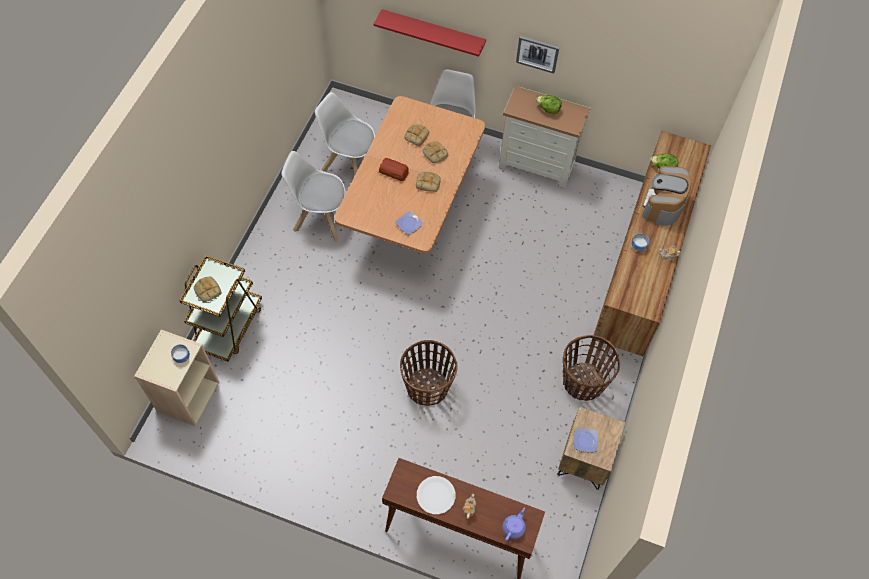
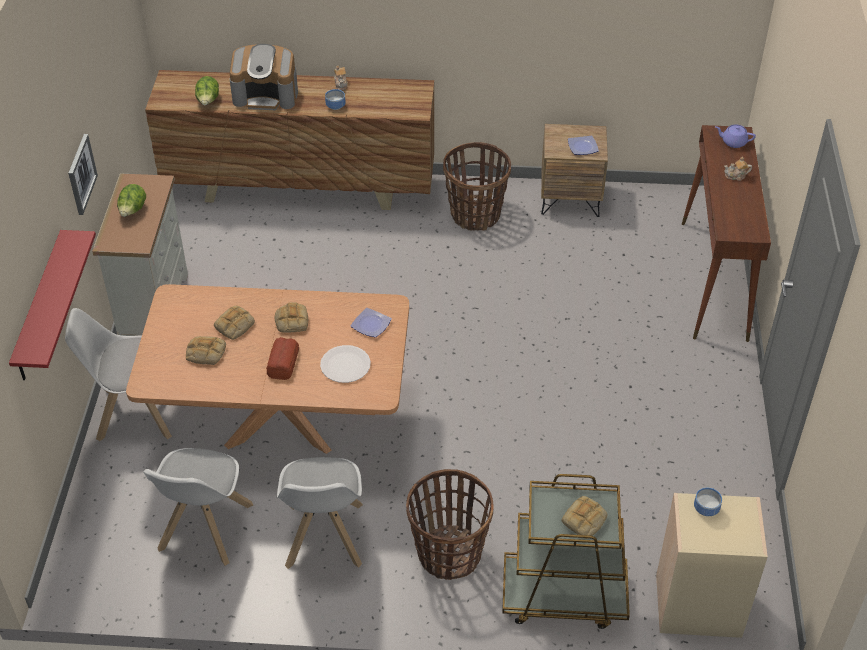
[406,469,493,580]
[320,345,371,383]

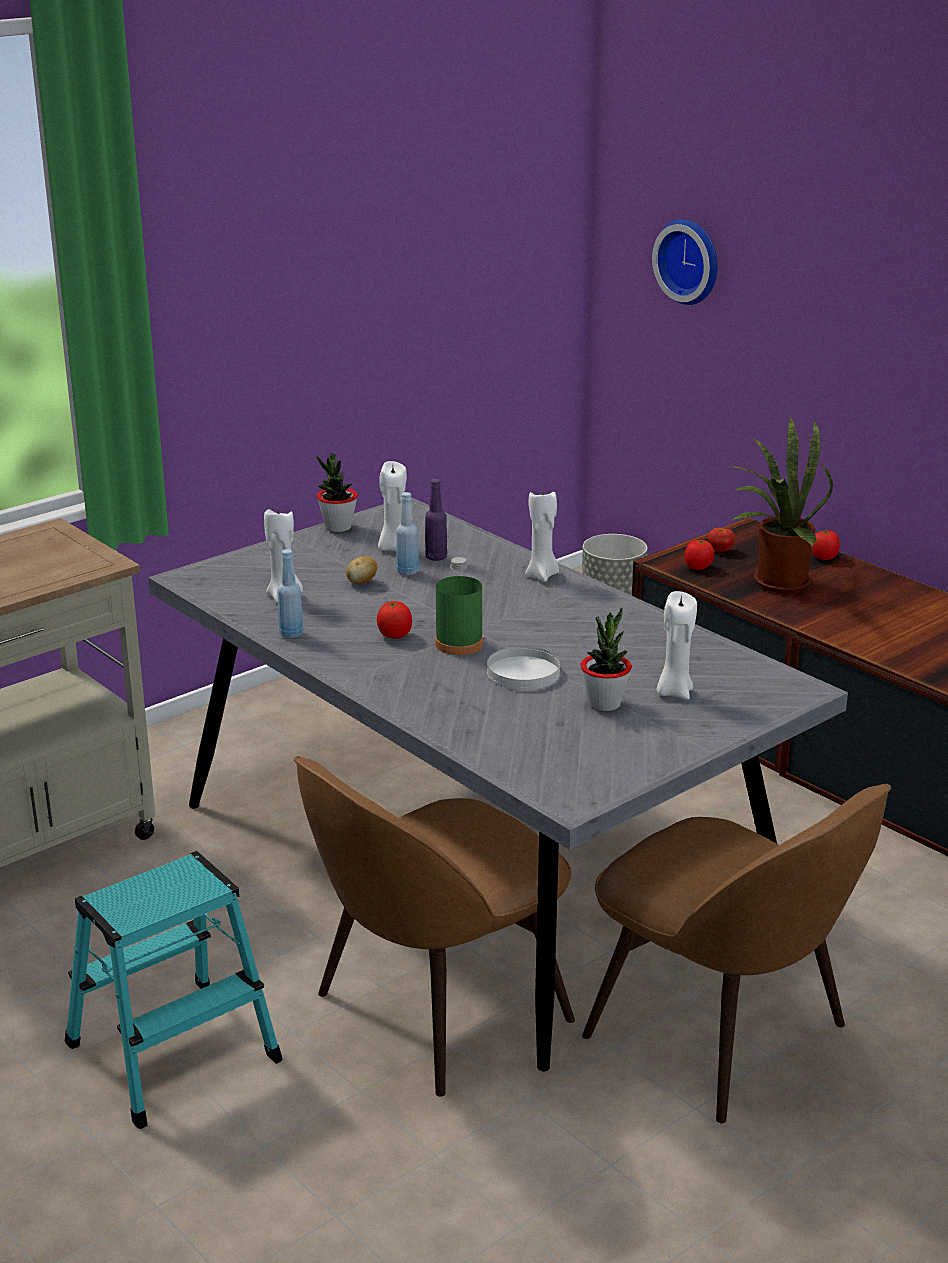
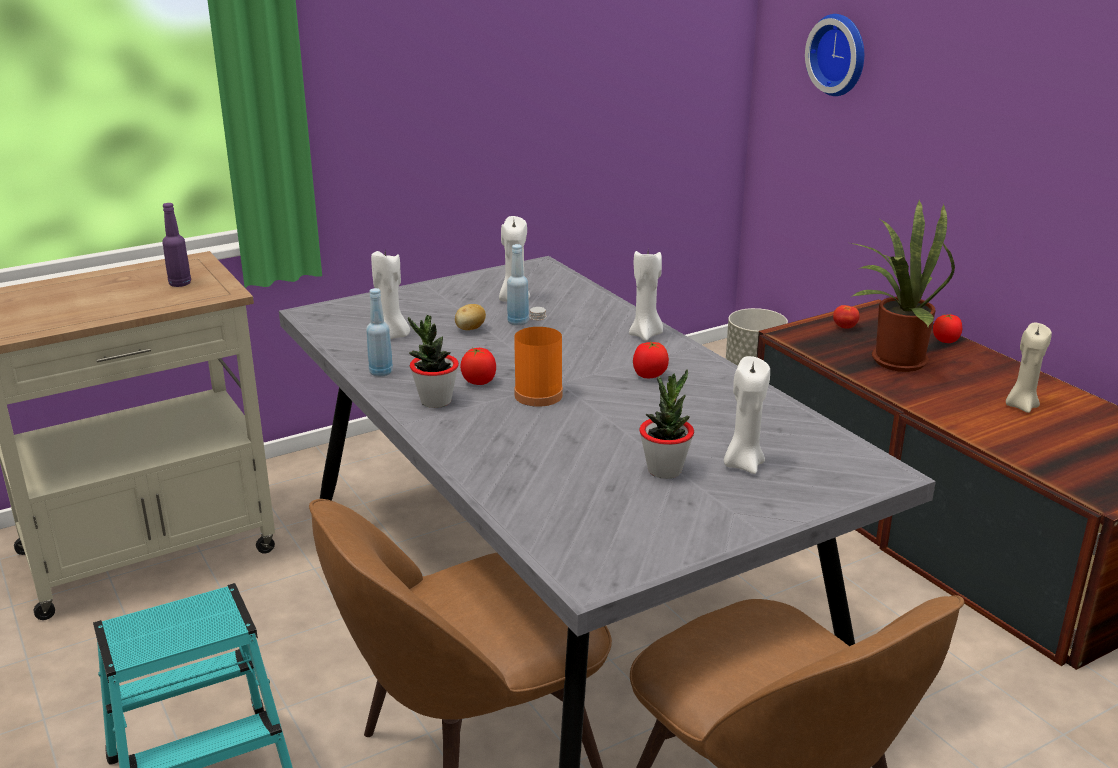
[487,646,560,690] (first image)
[1006,323,1052,413]
[408,315,459,408]
[162,203,191,287]
[633,341,669,378]
[514,307,563,407]

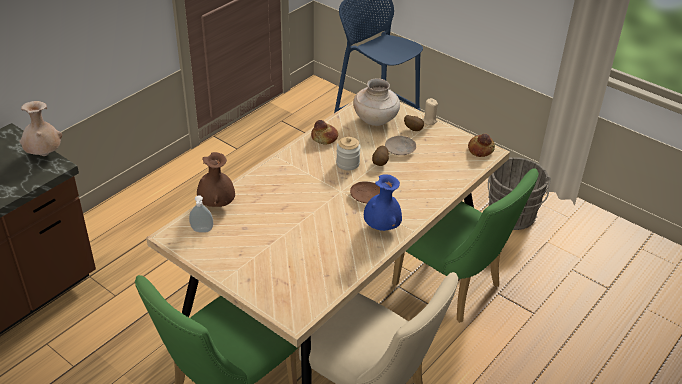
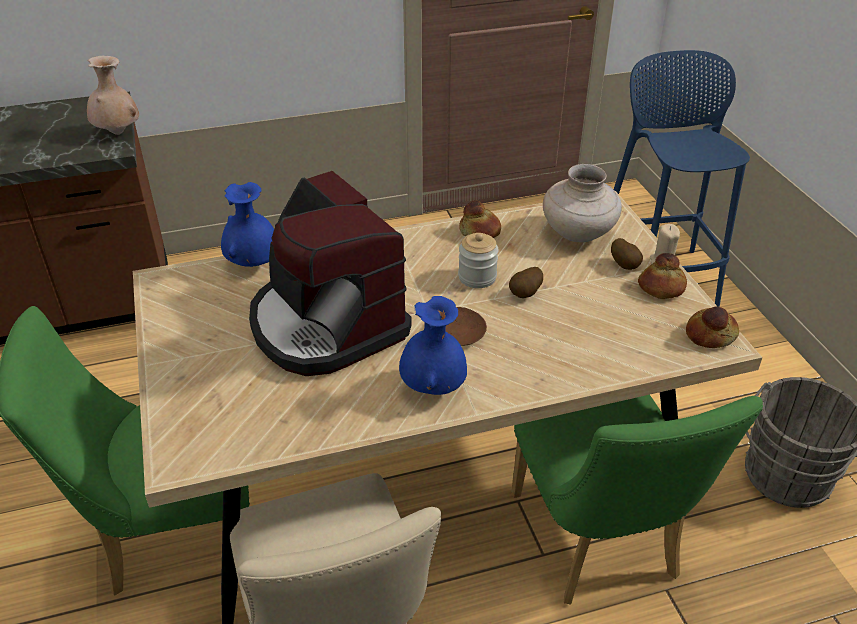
[189,195,213,233] (first image)
[385,136,416,155] (first image)
[249,171,412,376]
[638,253,687,299]
[221,182,274,267]

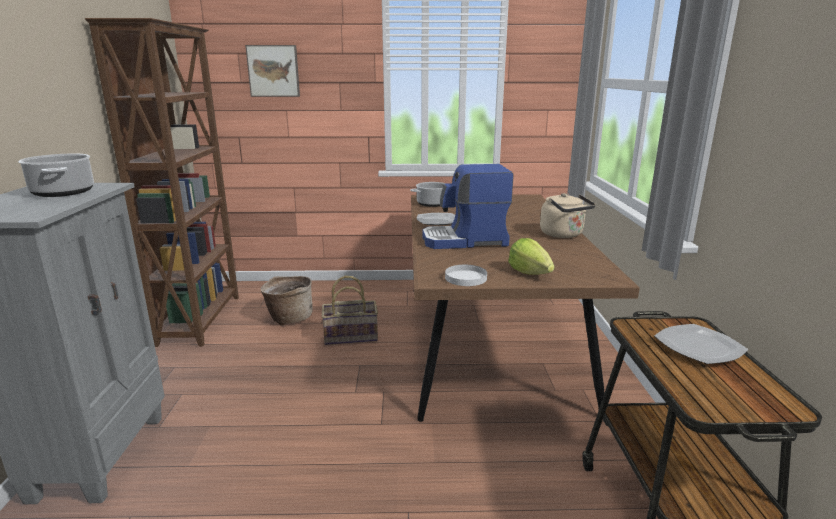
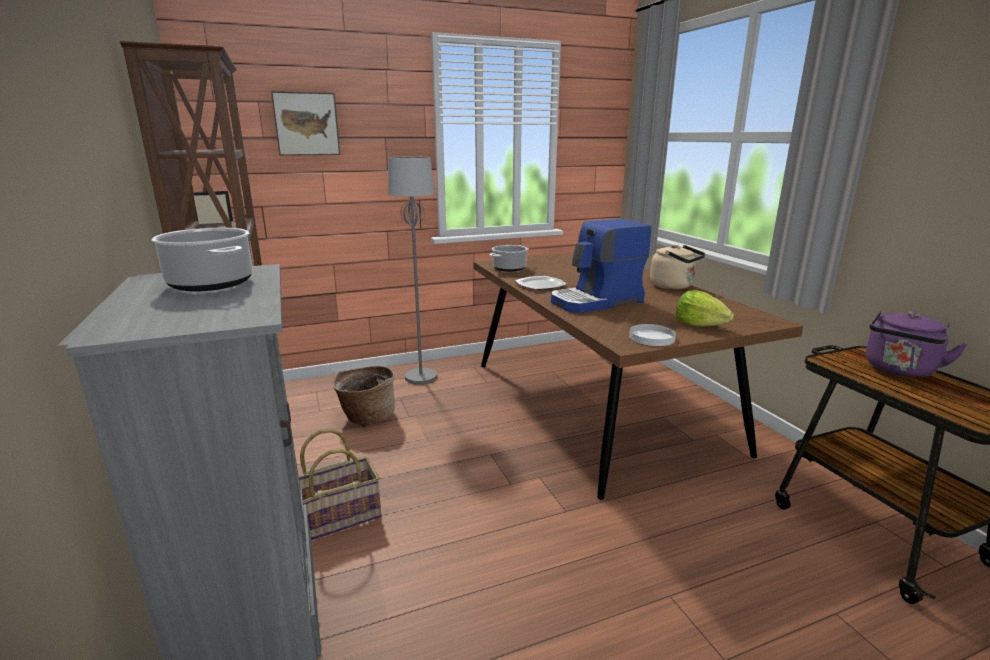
[388,157,437,384]
[298,429,381,540]
[866,310,968,377]

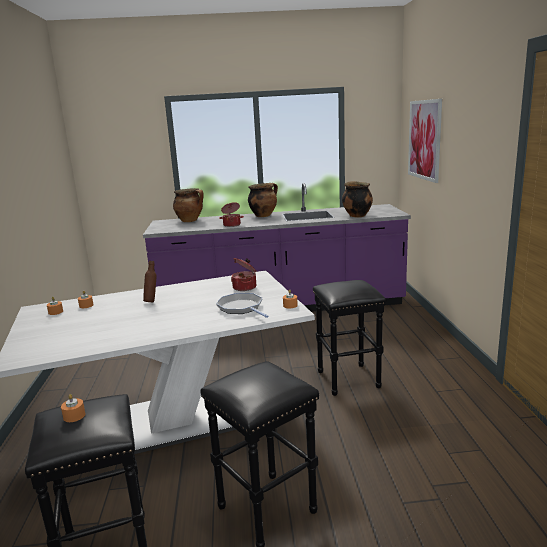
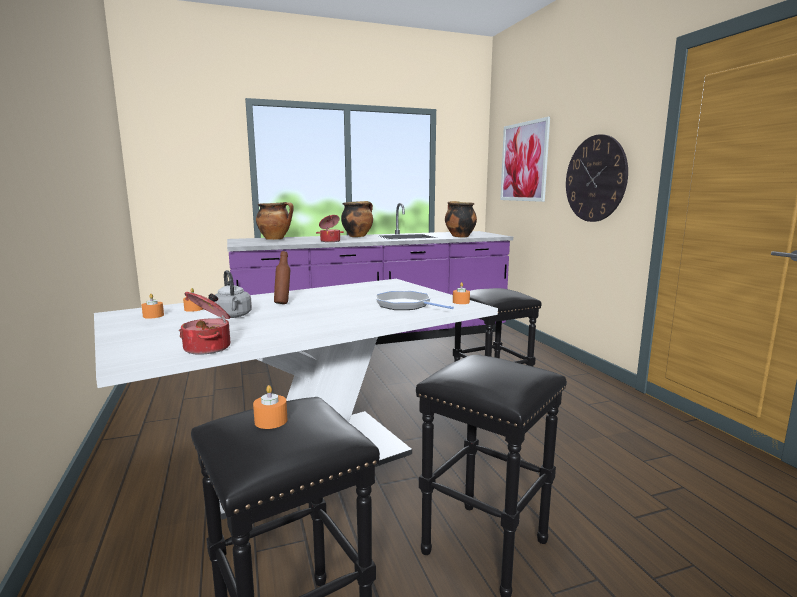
[215,270,252,318]
[566,134,628,222]
[179,292,230,355]

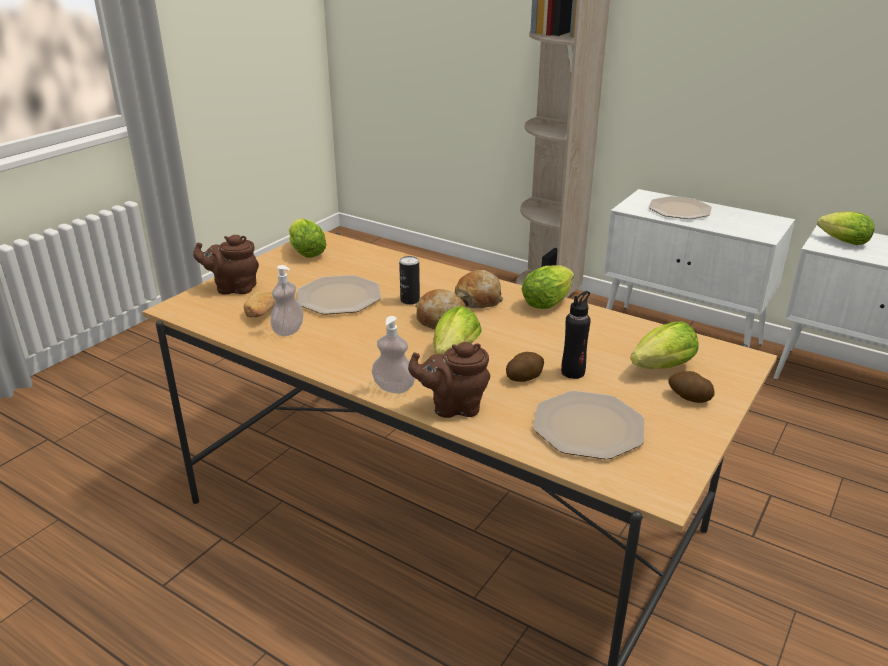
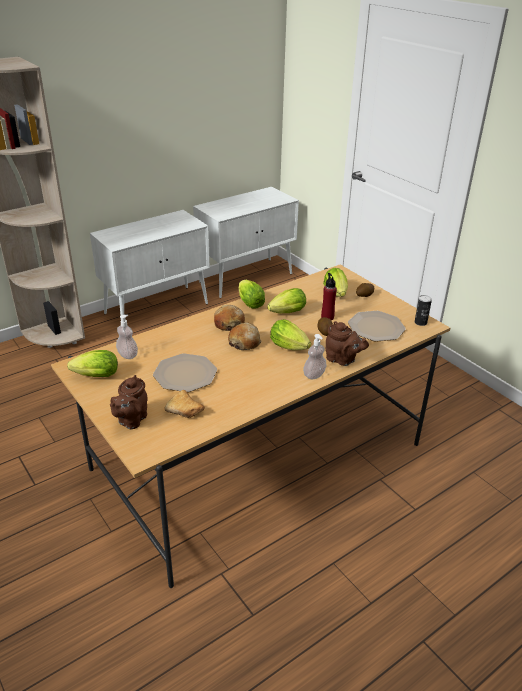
[649,196,712,219] (first image)
[116,315,138,359]
[415,295,432,326]
[267,288,306,313]
[321,273,337,320]
[326,321,369,366]

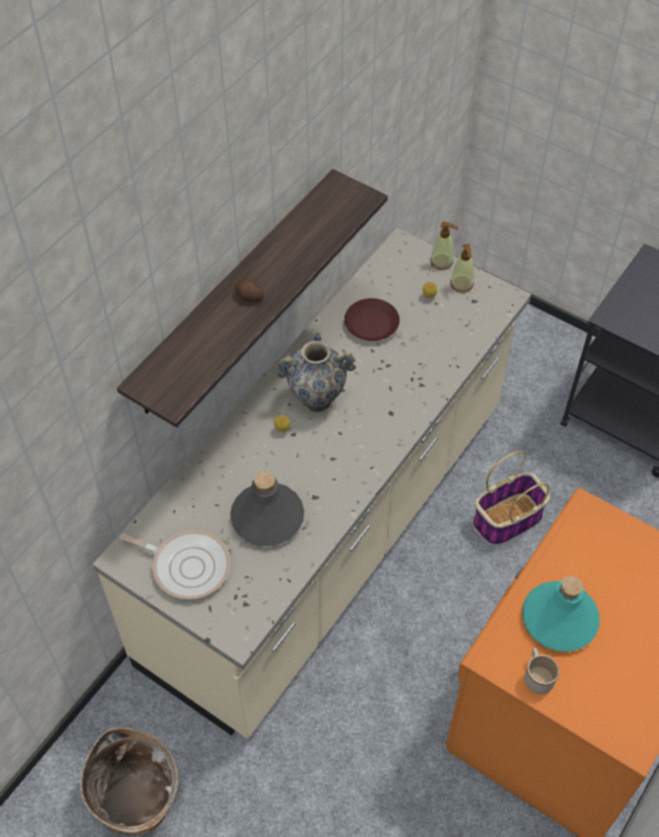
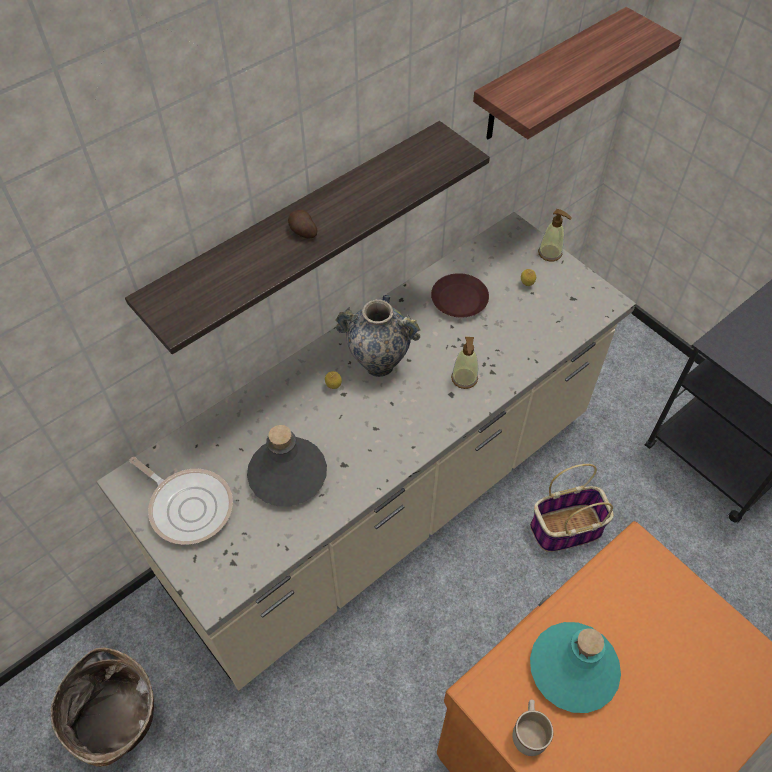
[473,7,682,139]
[451,337,478,389]

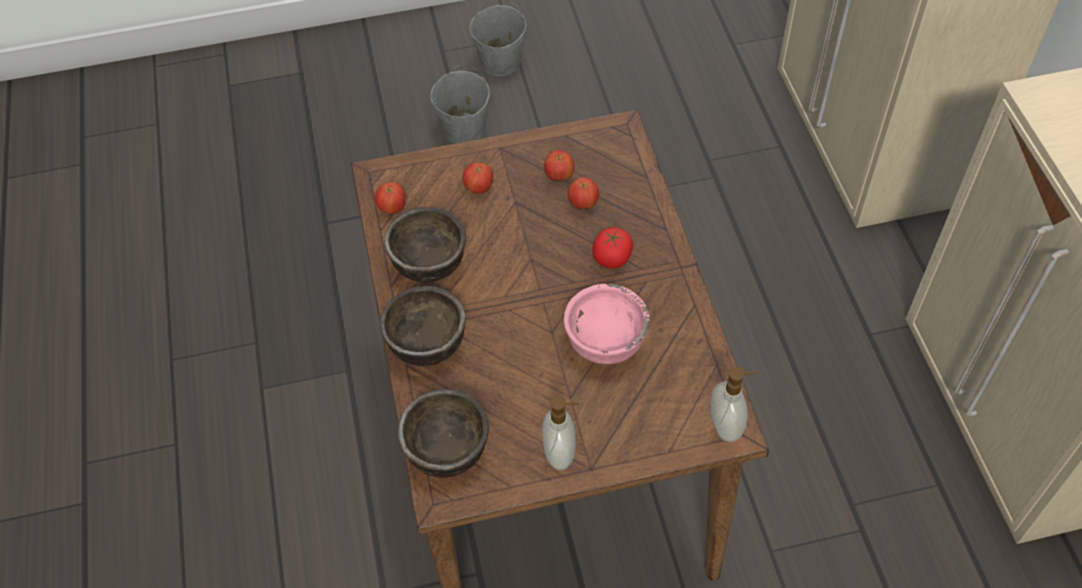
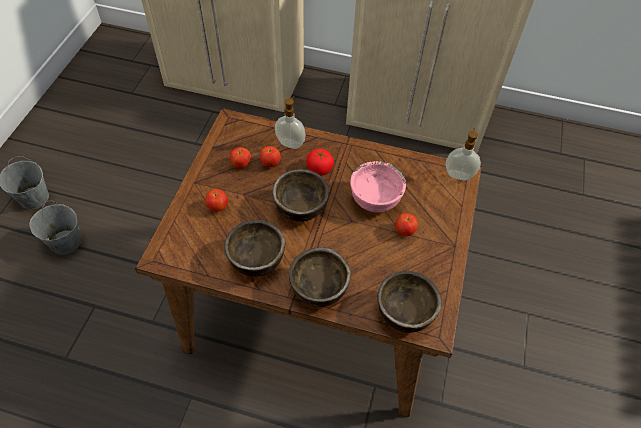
[272,169,329,222]
[395,213,418,236]
[275,96,306,149]

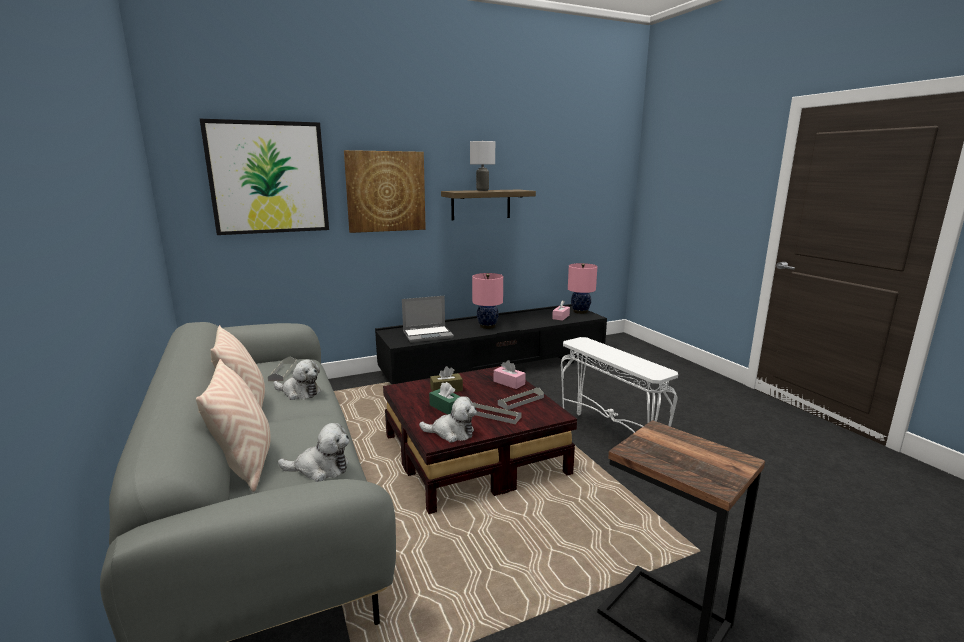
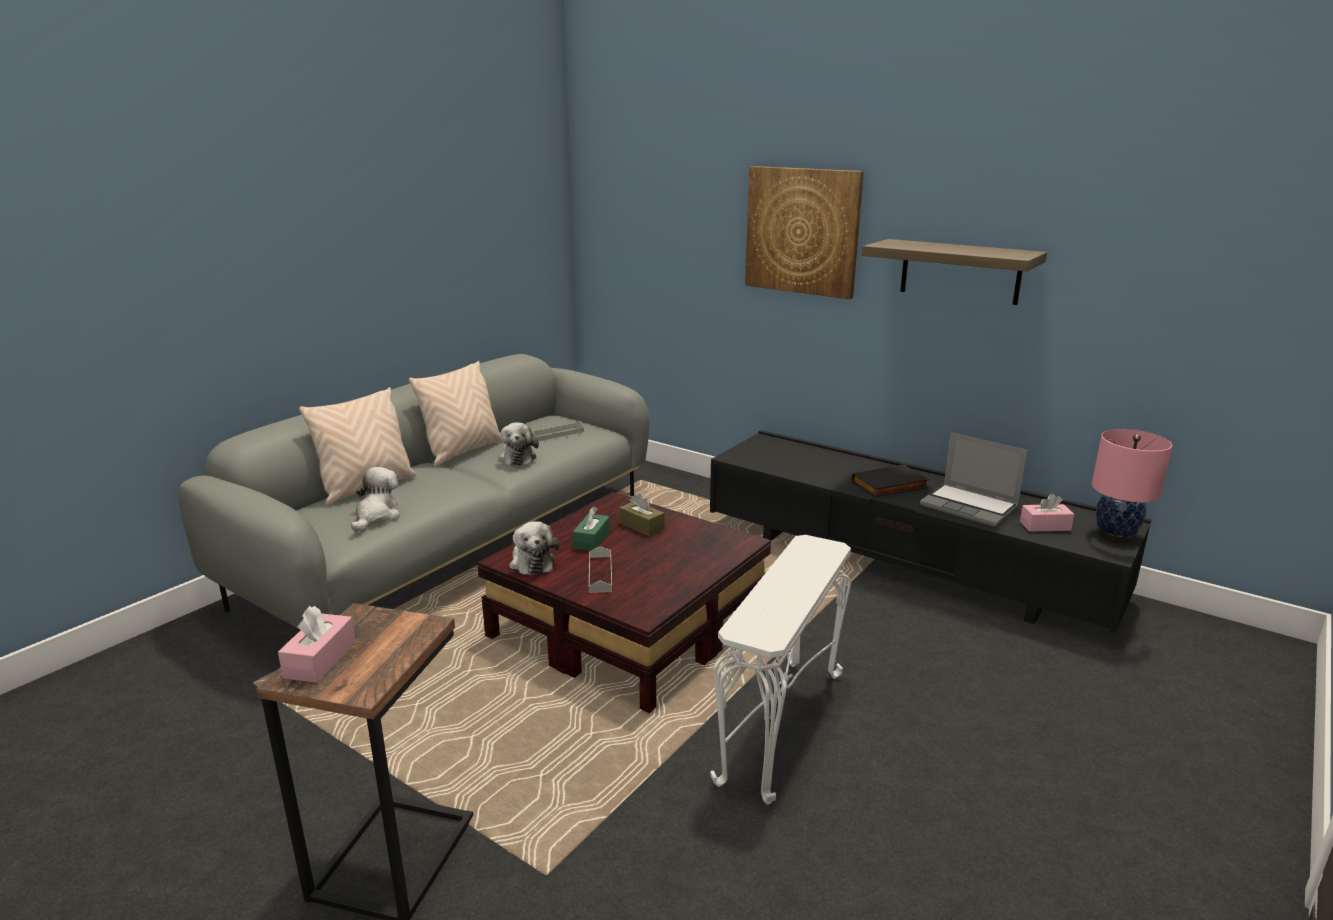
[200,119,329,235] (first image)
[470,140,495,191] (first image)
[498,388,544,410] (first image)
[920,432,1027,527]
[278,606,356,683]
[852,464,929,497]
[351,467,400,532]

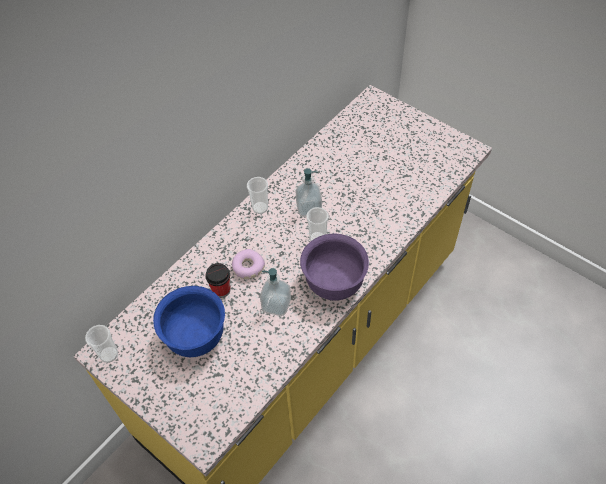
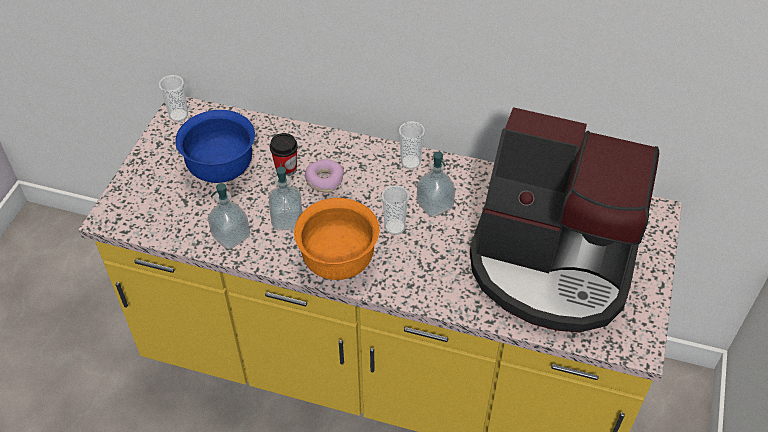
[208,183,250,249]
[470,107,659,333]
[294,198,380,280]

